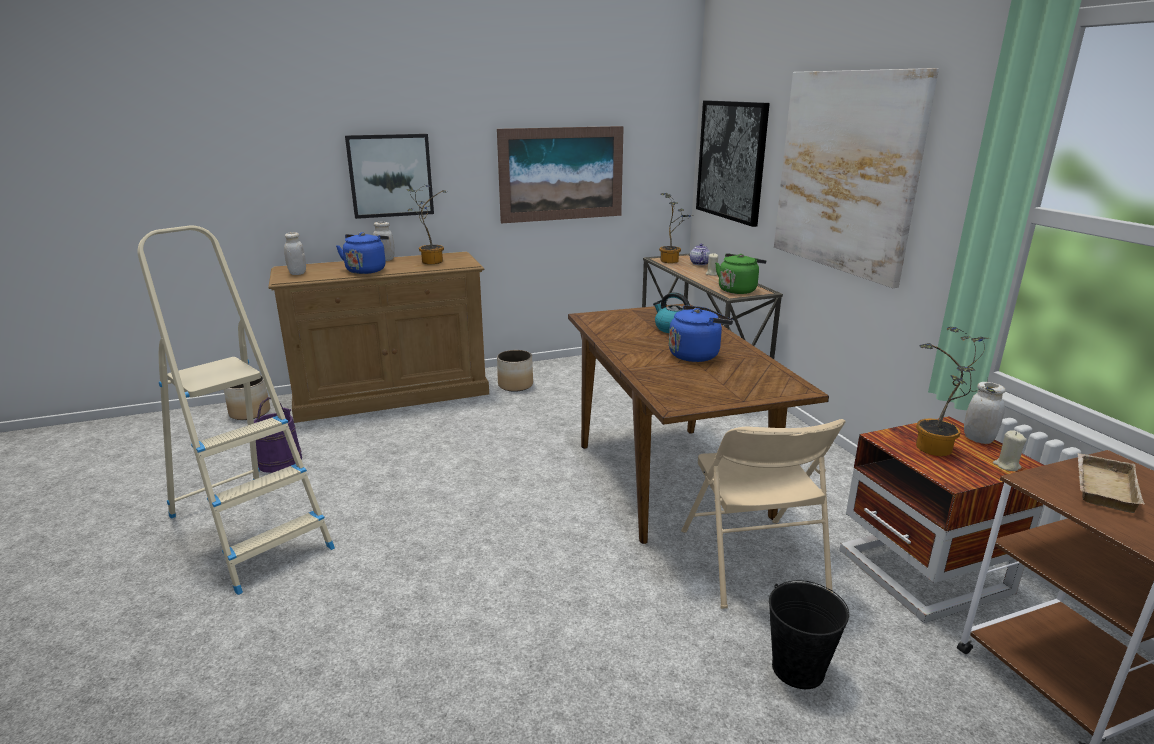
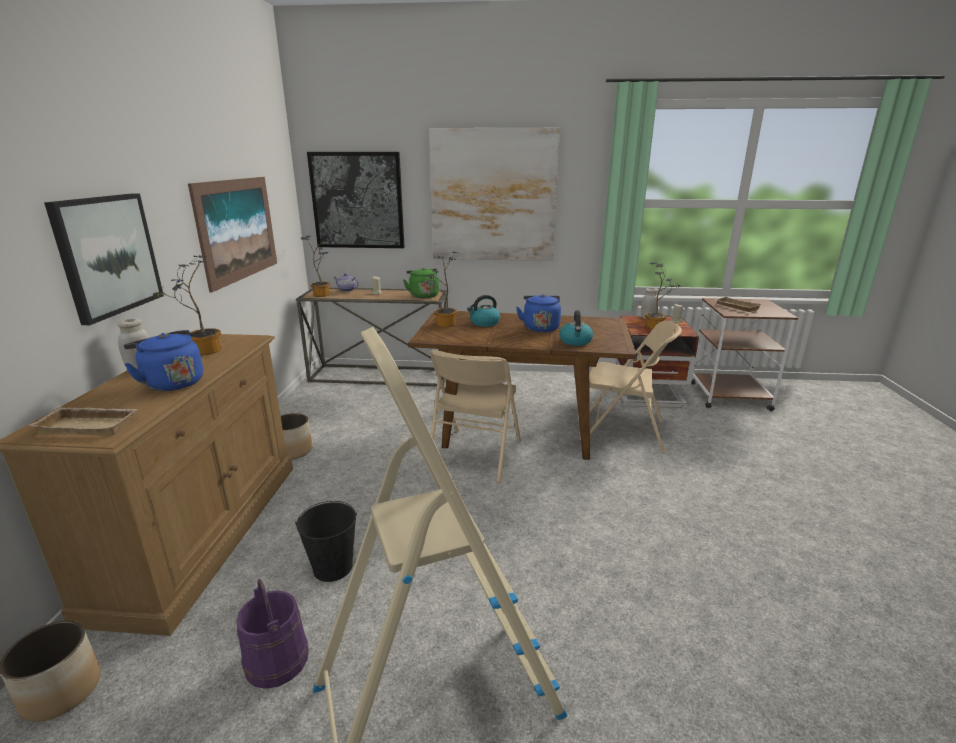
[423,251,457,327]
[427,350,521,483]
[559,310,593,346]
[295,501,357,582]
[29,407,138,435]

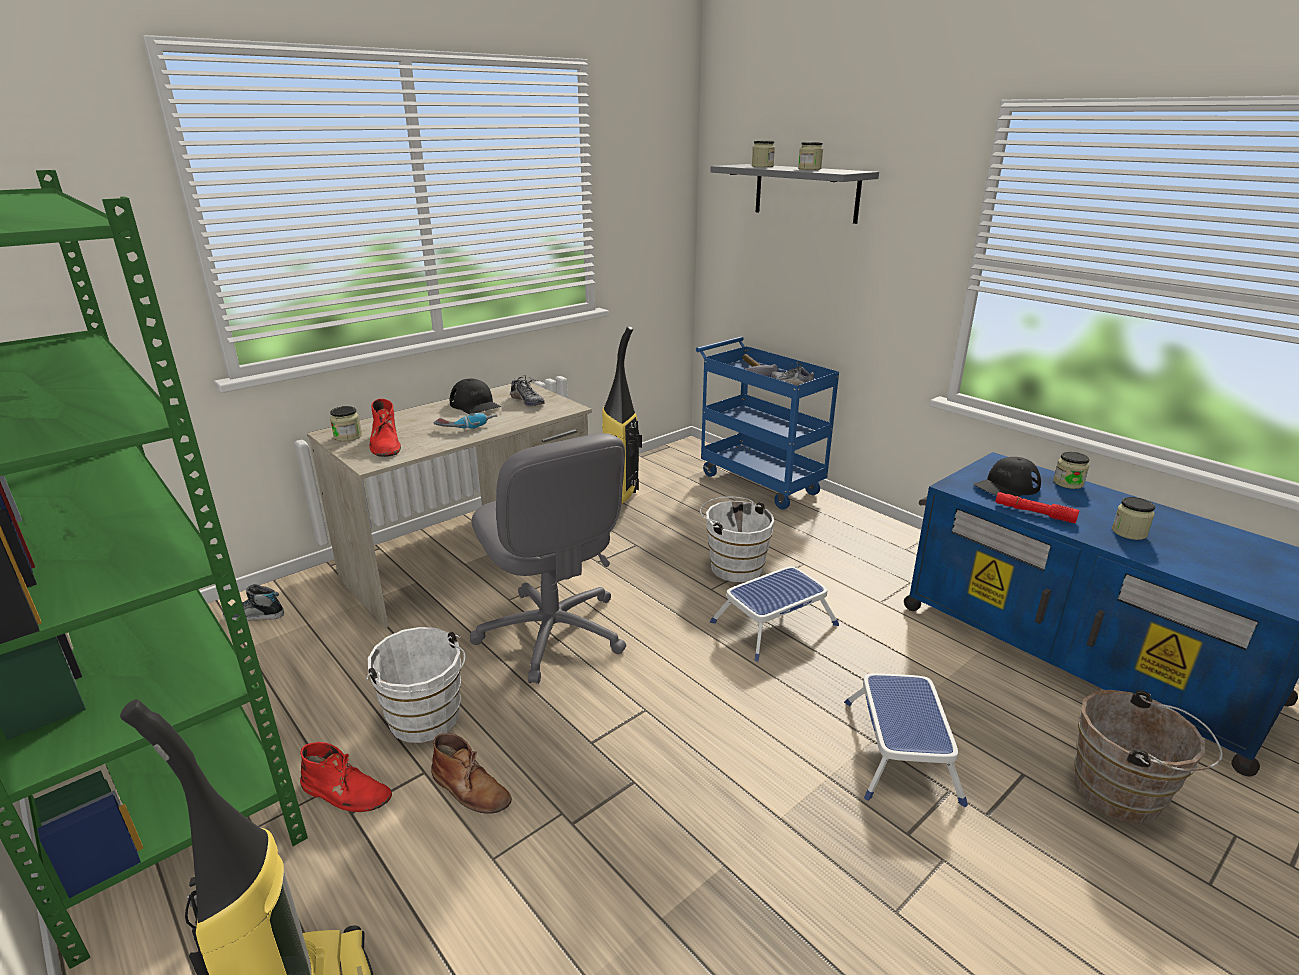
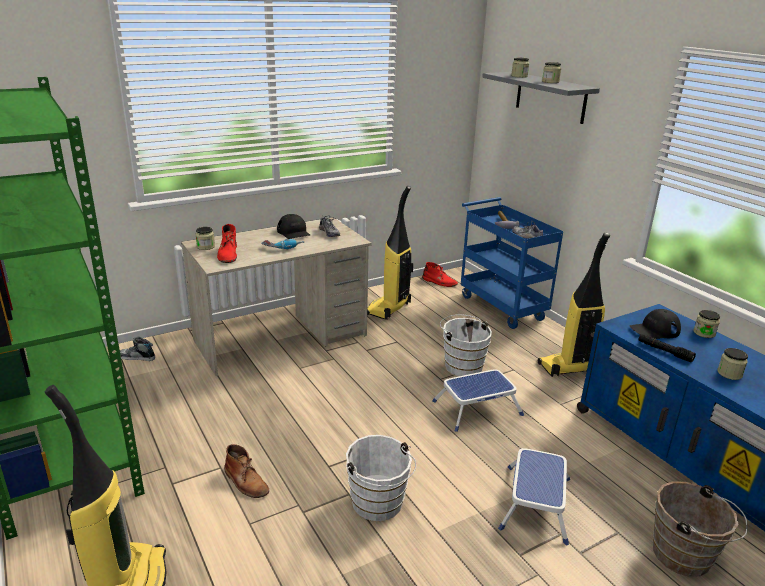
[470,433,626,684] (first image)
[538,233,610,377]
[422,262,458,287]
[346,435,416,521]
[639,334,696,362]

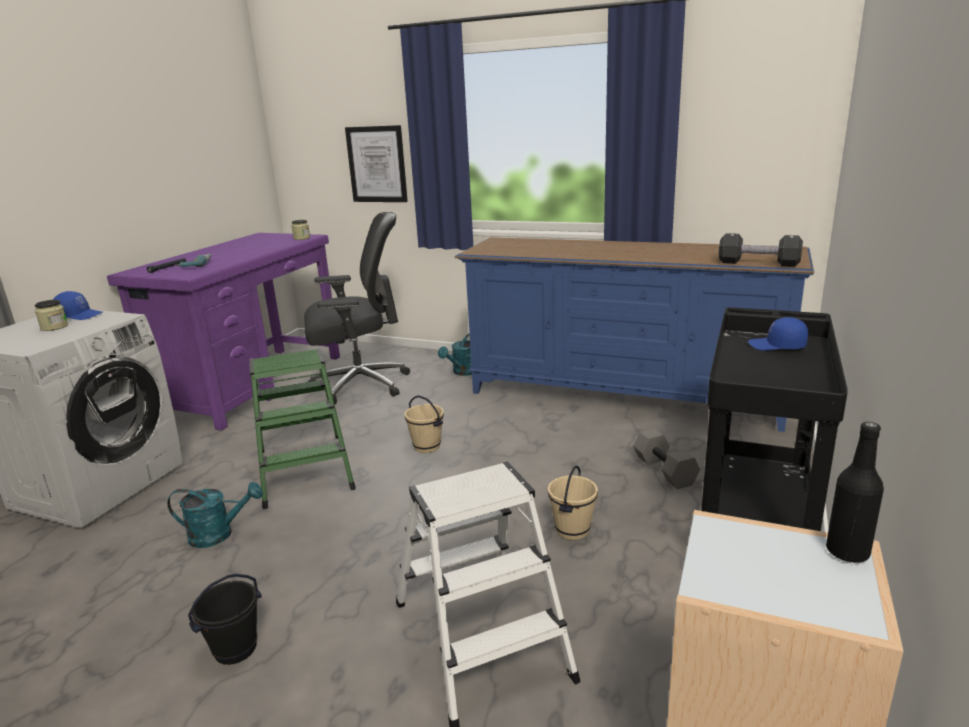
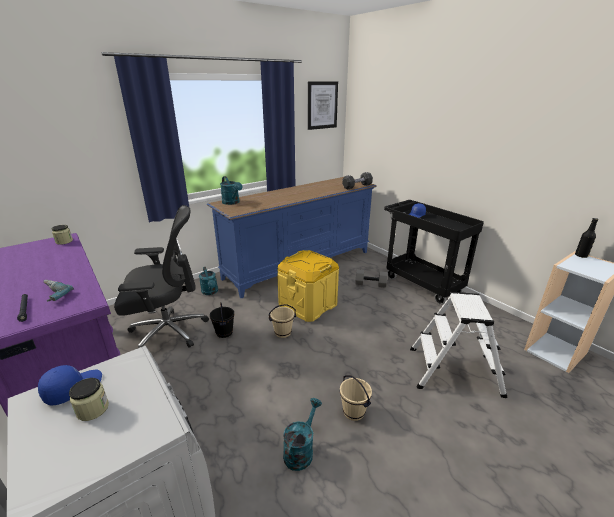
[249,348,356,509] (first image)
[220,176,242,205]
[277,250,339,322]
[210,302,234,338]
[308,82,338,130]
[340,375,372,421]
[114,205,209,349]

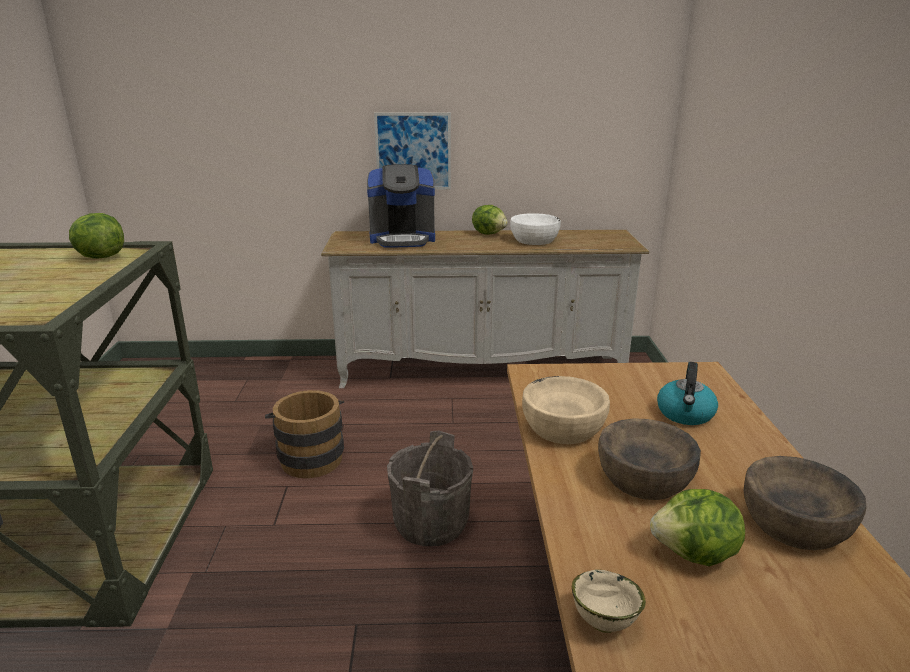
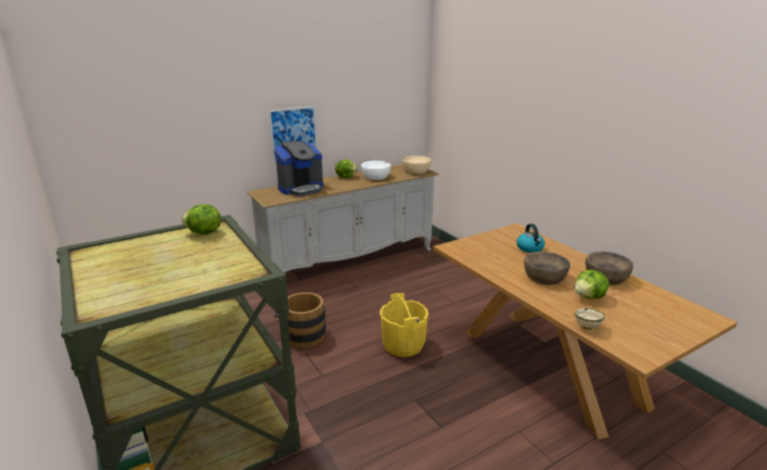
[402,156,431,174]
[380,293,428,357]

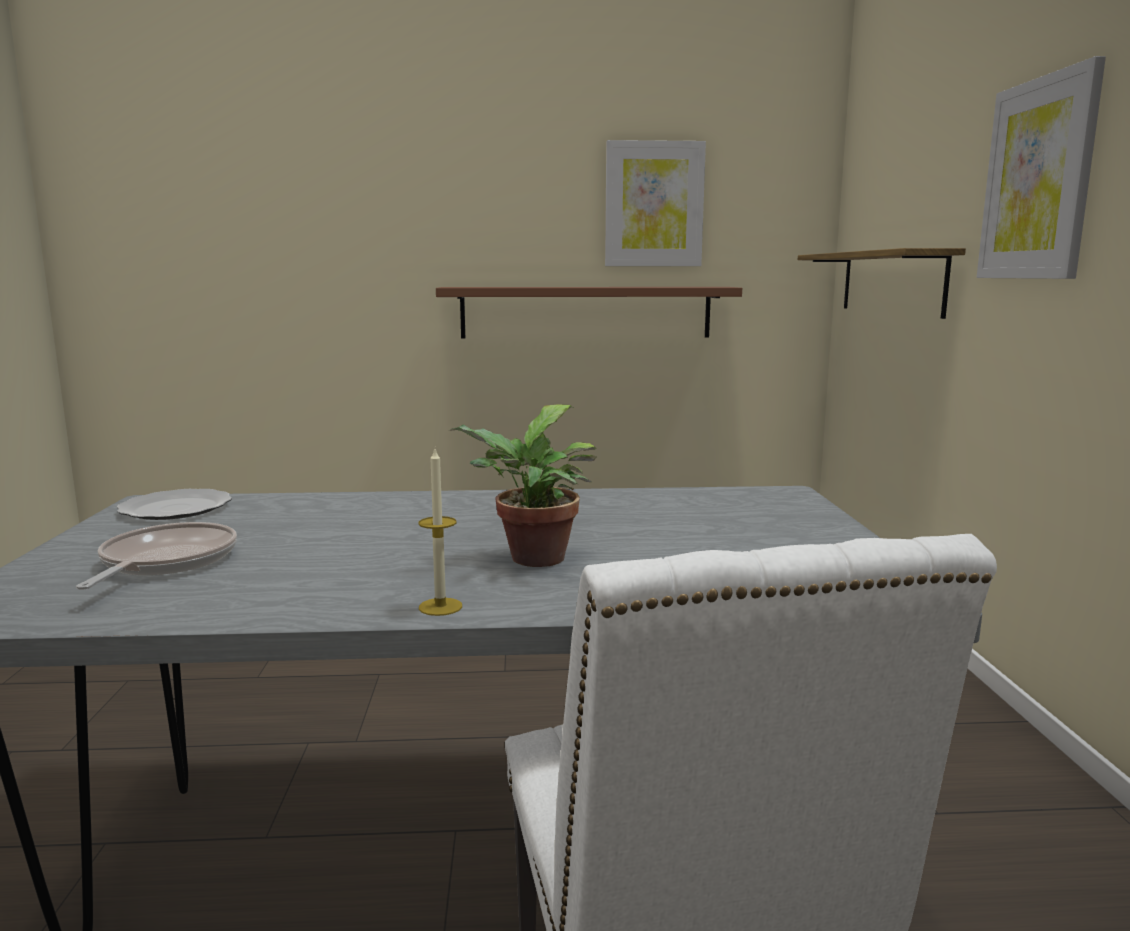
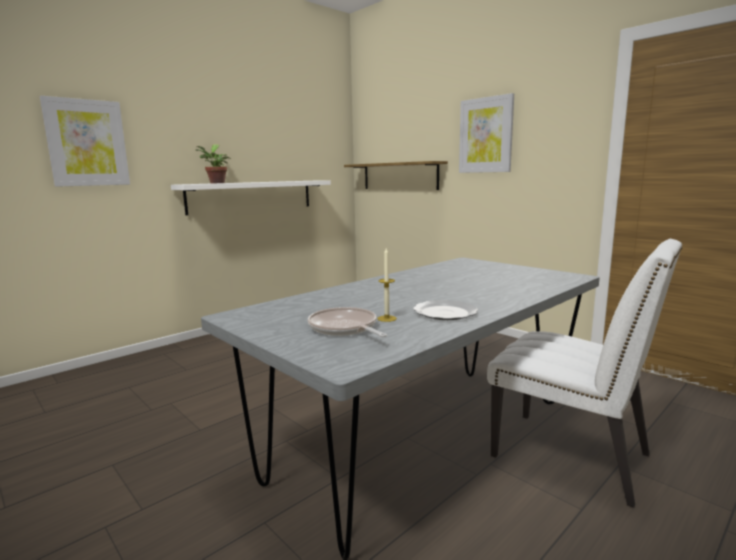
[413,300,478,320]
[377,248,397,322]
[195,144,231,183]
[39,96,130,187]
[171,180,331,215]

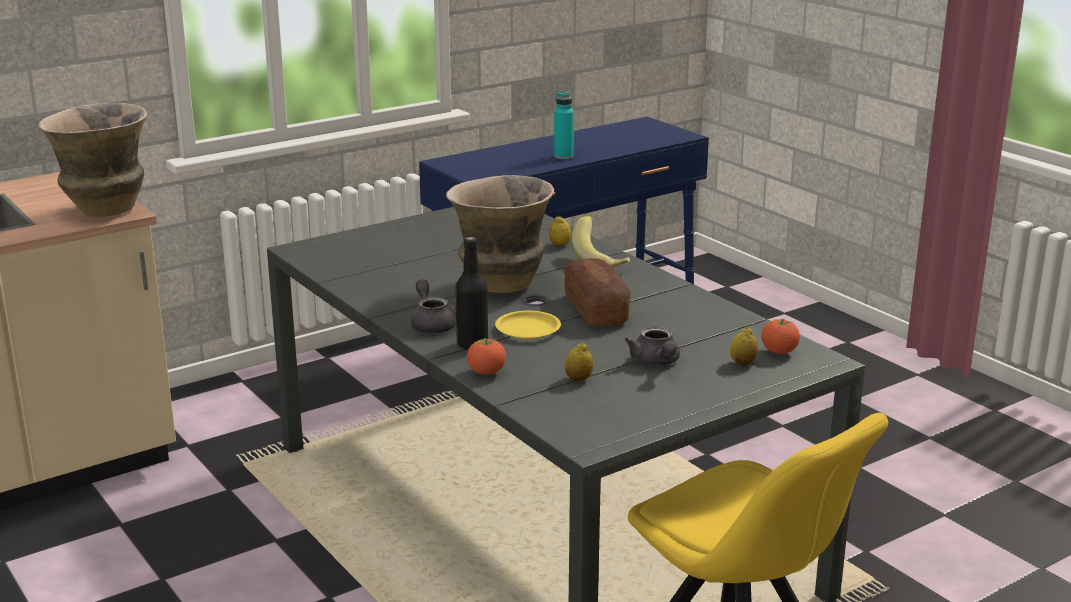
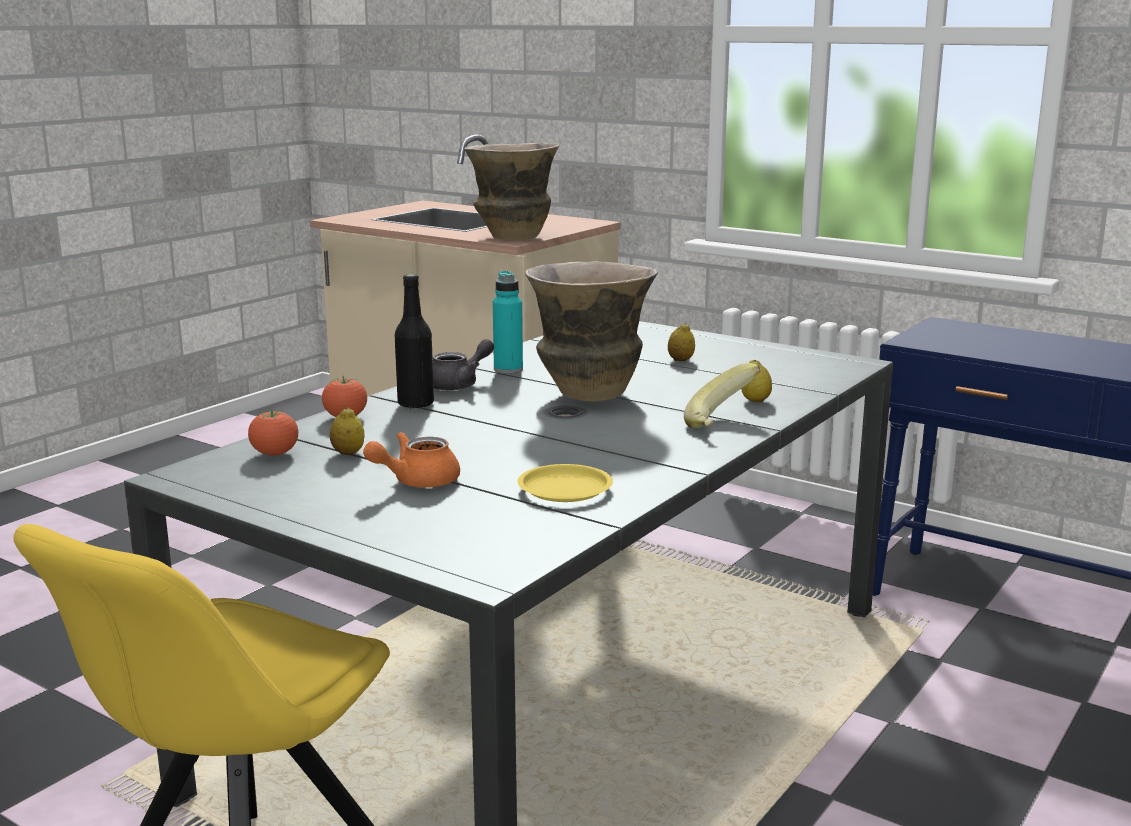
[563,258,631,326] (first image)
[517,464,613,502]
[493,271,523,374]
[668,323,695,361]
[248,409,298,456]
[363,432,460,488]

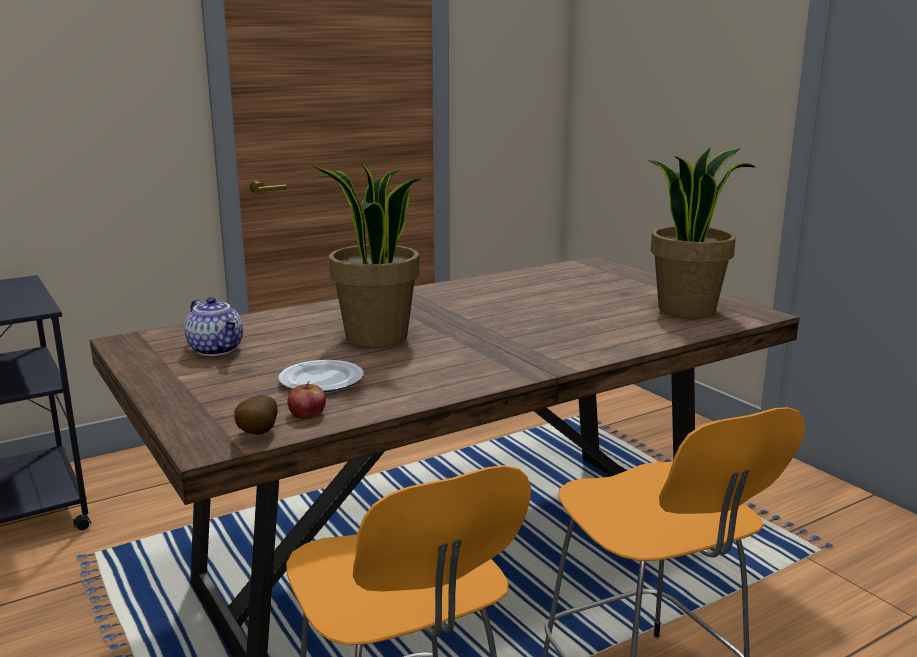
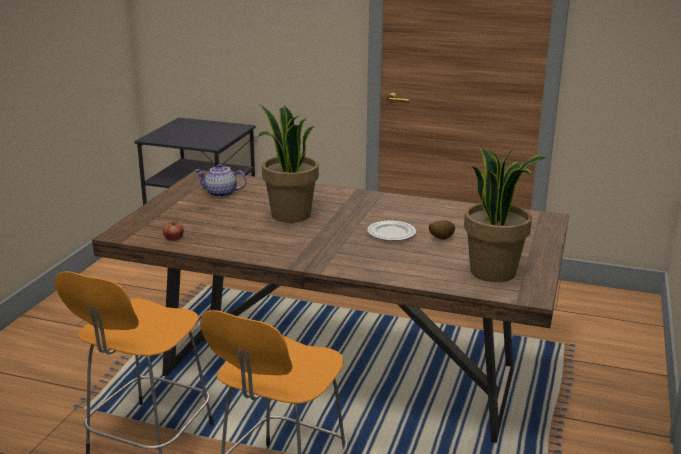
[429,220,455,240]
[367,221,416,241]
[194,163,247,197]

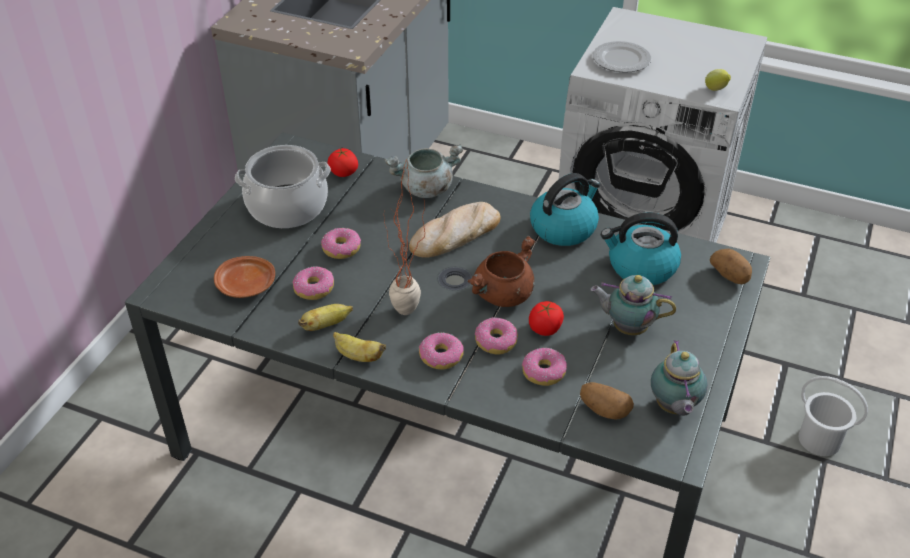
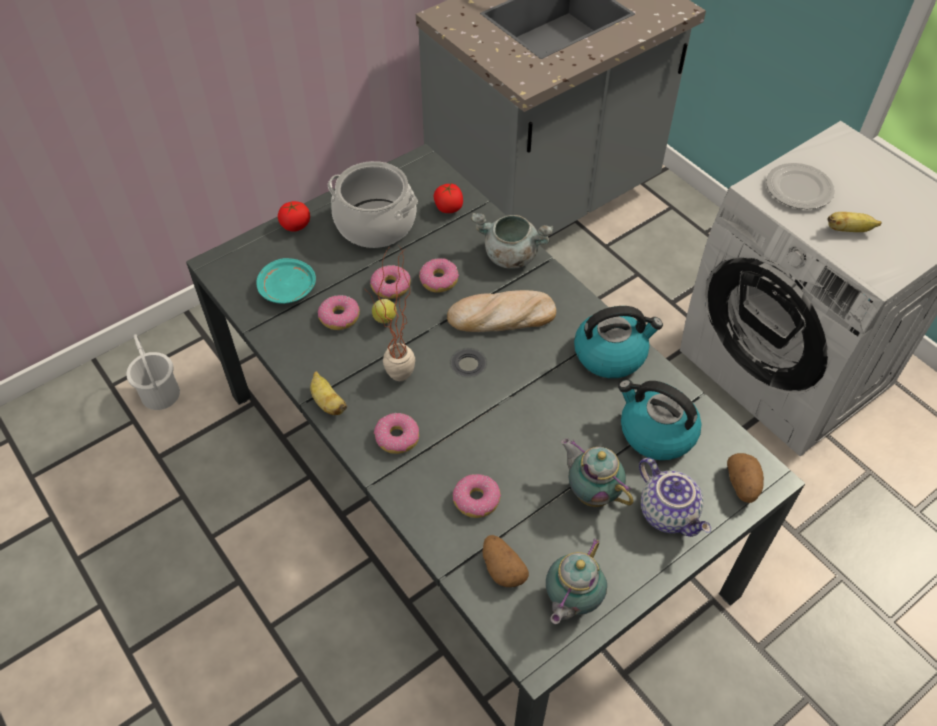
[468,236,535,307] (first image)
[639,458,711,537]
[827,212,882,232]
[419,258,459,293]
[278,201,310,232]
[372,299,397,323]
[126,334,180,410]
[256,258,316,304]

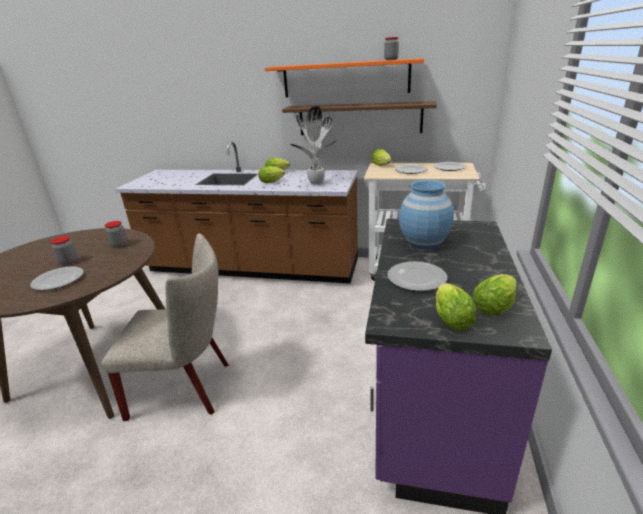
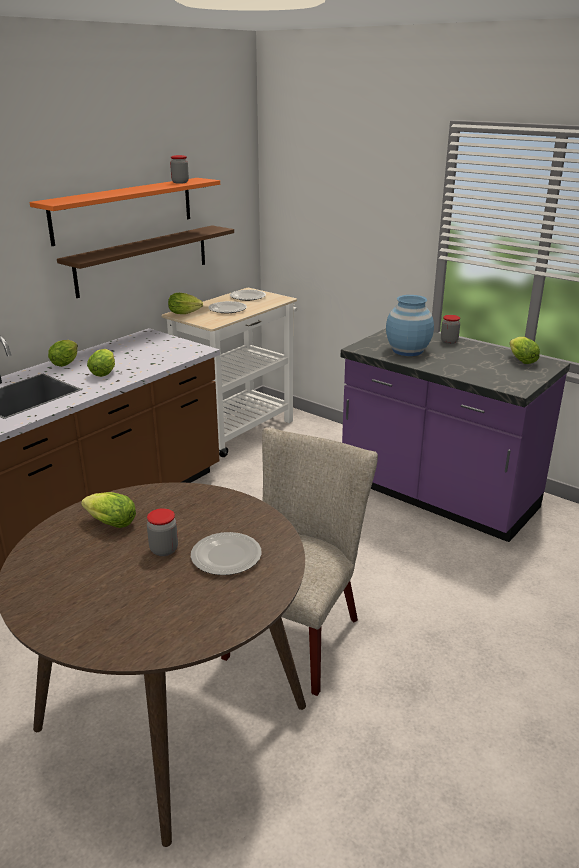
[290,106,337,185] (first image)
[387,261,447,291] (first image)
[441,315,460,344]
[81,492,136,528]

